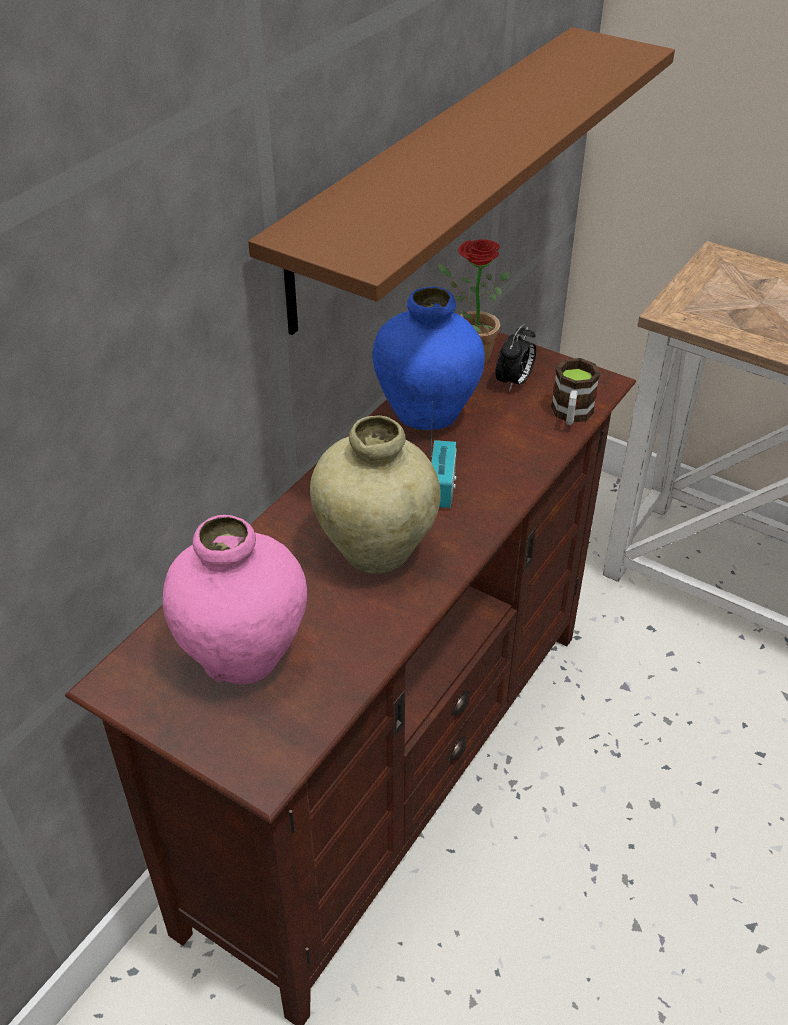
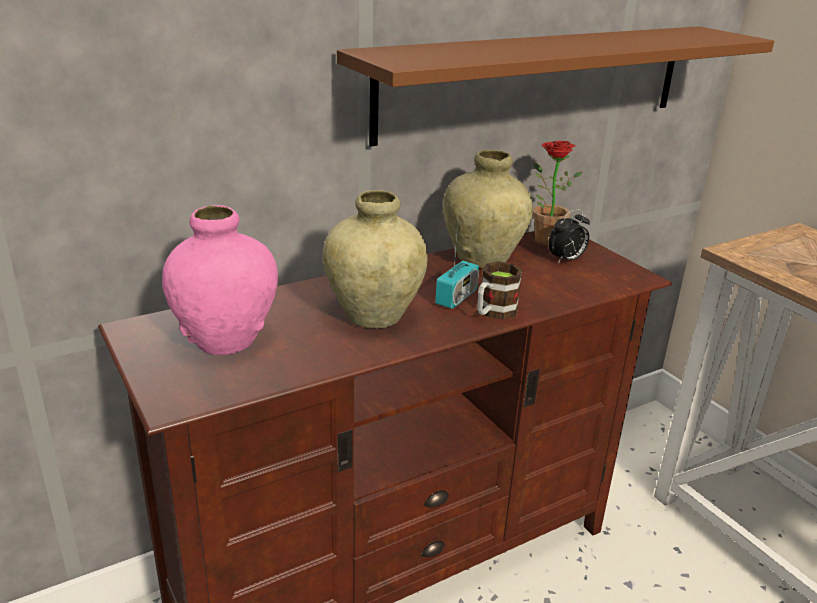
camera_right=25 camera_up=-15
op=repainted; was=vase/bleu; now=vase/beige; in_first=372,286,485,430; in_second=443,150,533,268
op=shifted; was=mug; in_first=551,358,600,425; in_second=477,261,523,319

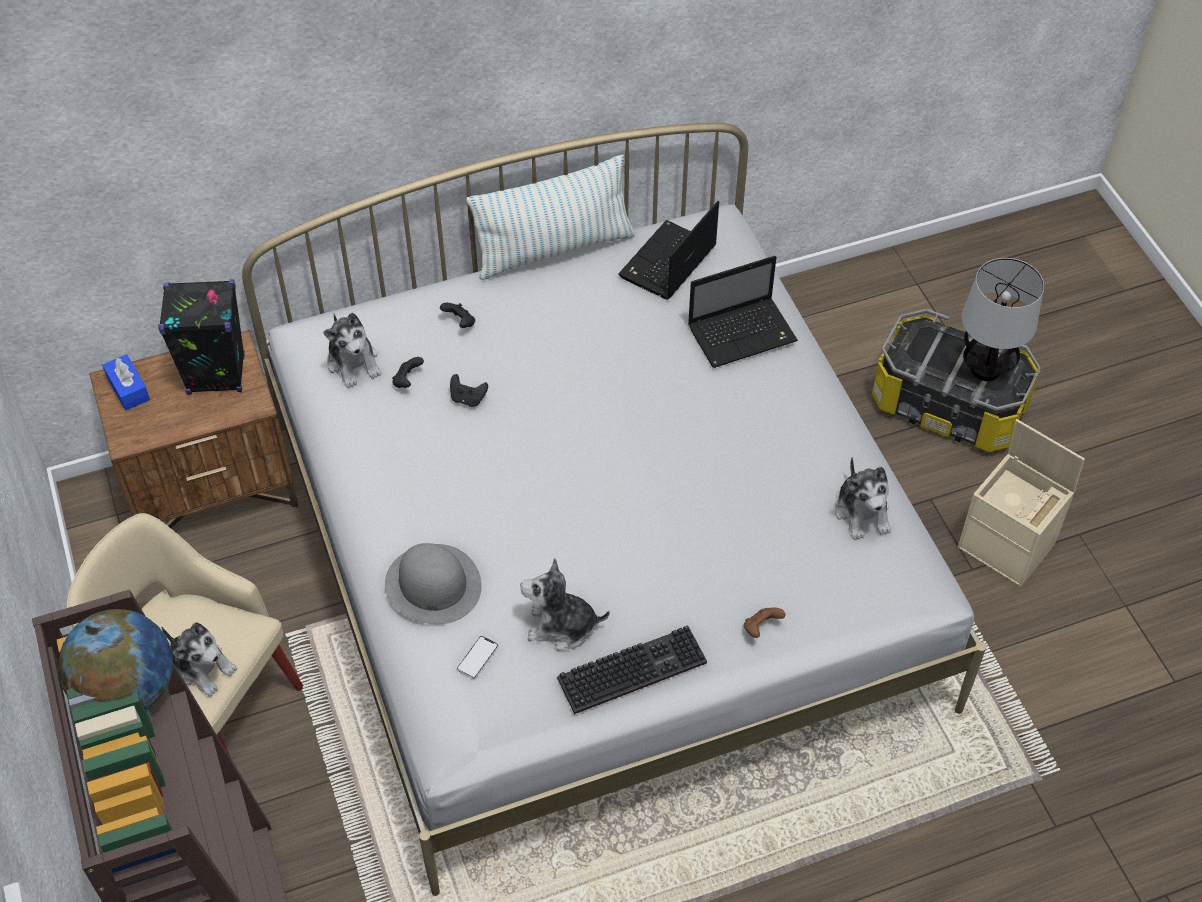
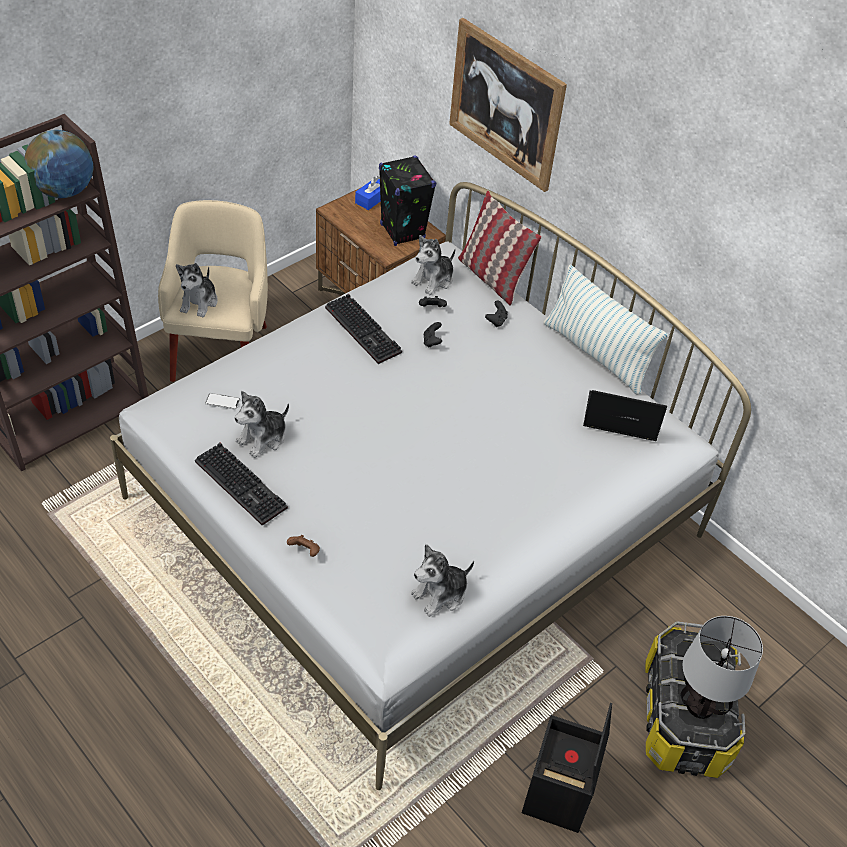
camera_right=65 camera_up=-5
op=rotated; was=peluche; in_first=521,558,610,651; in_second=235,391,289,458; clockwise=-120
op=new; now=clavier; in_second=325,294,402,364
op=new; now=tableau; in_second=449,18,567,192
op=new; now=coussin; in_second=458,191,542,305
op=repainted; was=boîte de rangement/beige; now=boîte de rangement/noir; in_first=958,419,1085,587; in_second=522,703,612,833
op=gone; was=chapeau/gris; in_first=385,543,482,624
op=gone; was=ordinateur portable; in_first=688,256,798,368

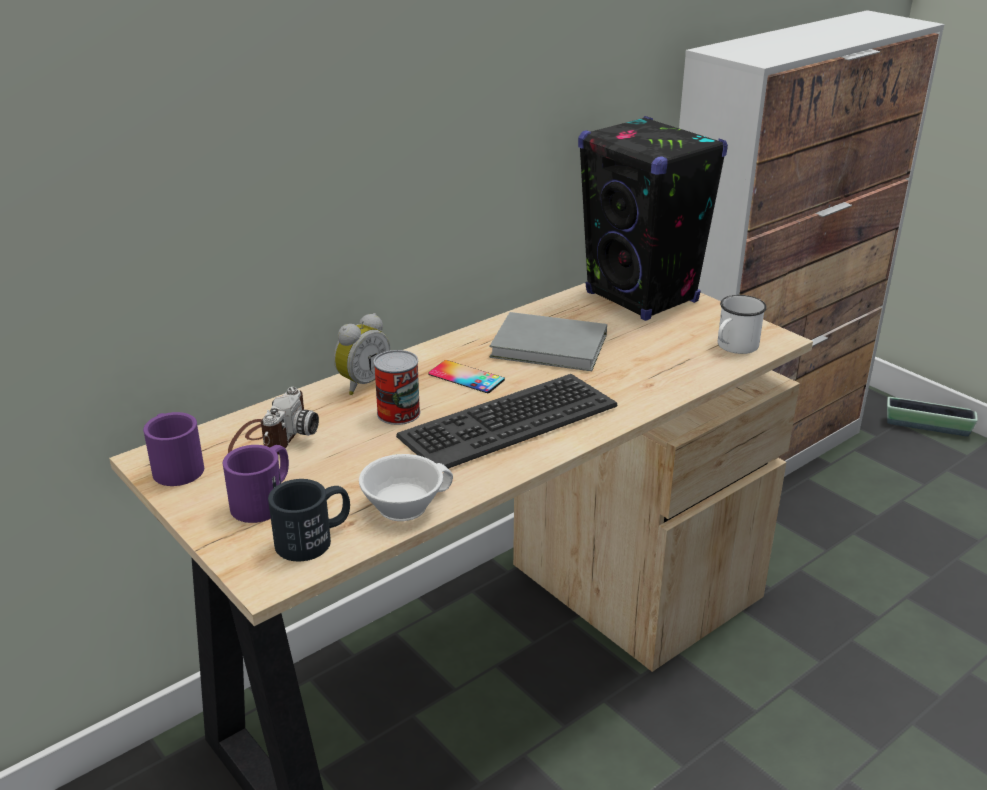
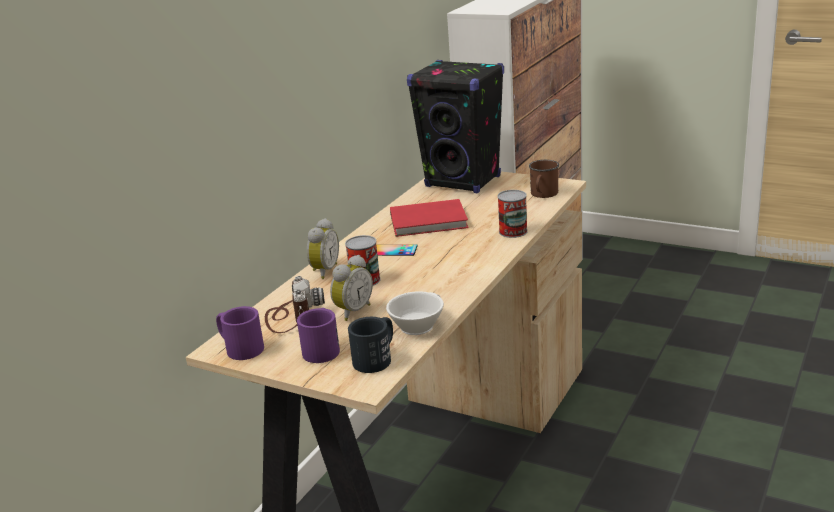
camera_right=-20 camera_up=-5
op=new; now=réveil; in_second=330,255,373,321
op=repainted; was=livre/gris; now=livre/rouge; in_first=489,312,607,371; in_second=390,199,468,237
op=new; now=boîte métallique; in_second=497,190,528,238
op=repainted; was=mug/blanc; now=mug/marron; in_first=718,295,767,354; in_second=529,160,559,198
op=gone; was=clavier; in_first=396,374,617,469
op=gone; was=cache-pot; in_first=887,397,978,436

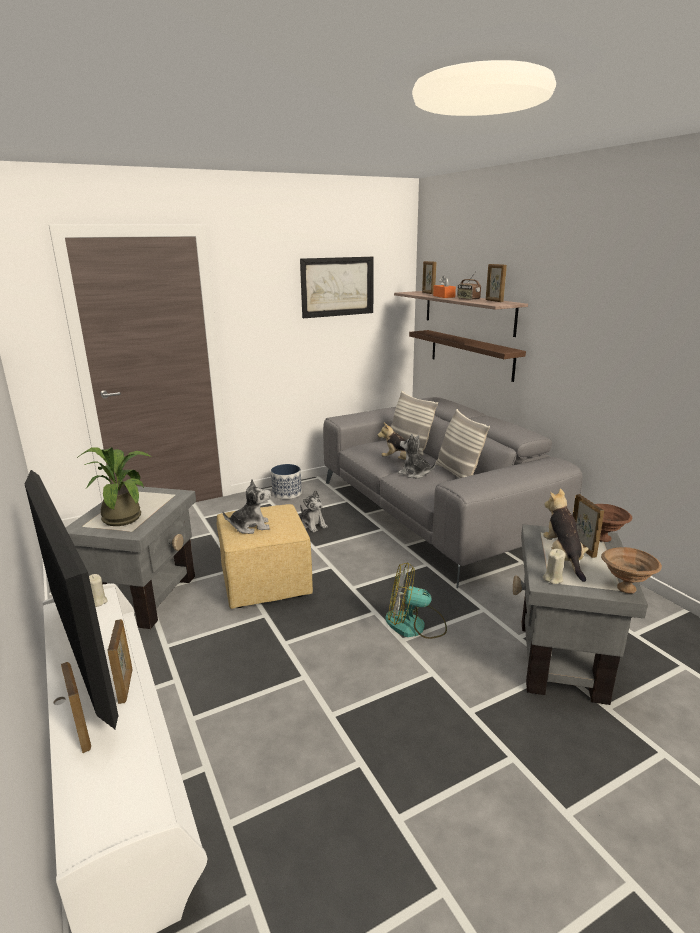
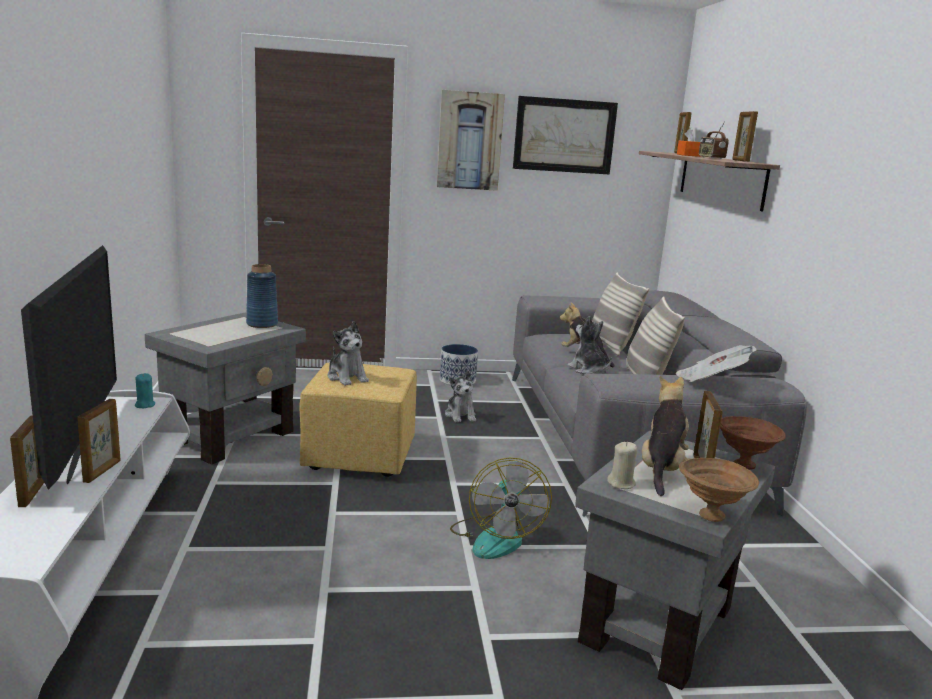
camera_right=20 camera_up=-5
op=repainted; was=bougie/beige; now=bougie/turquoise; in_first=89,574,108,607; in_second=135,373,155,409
op=new; now=vase/bleu; in_second=246,264,278,328
op=rotated; was=peluche; in_first=223,479,271,534; in_second=327,321,369,386; clockwise=45
op=new; now=tableau; in_second=437,90,505,191
op=rotated; was=ventilateur; in_first=385,562,447,639; in_second=450,458,552,559; clockwise=-120
op=new; now=journal; in_second=676,345,757,382
op=gone; was=plante en pot; in_first=77,447,152,526
op=gone; was=étagère/marron; in_first=409,330,526,382

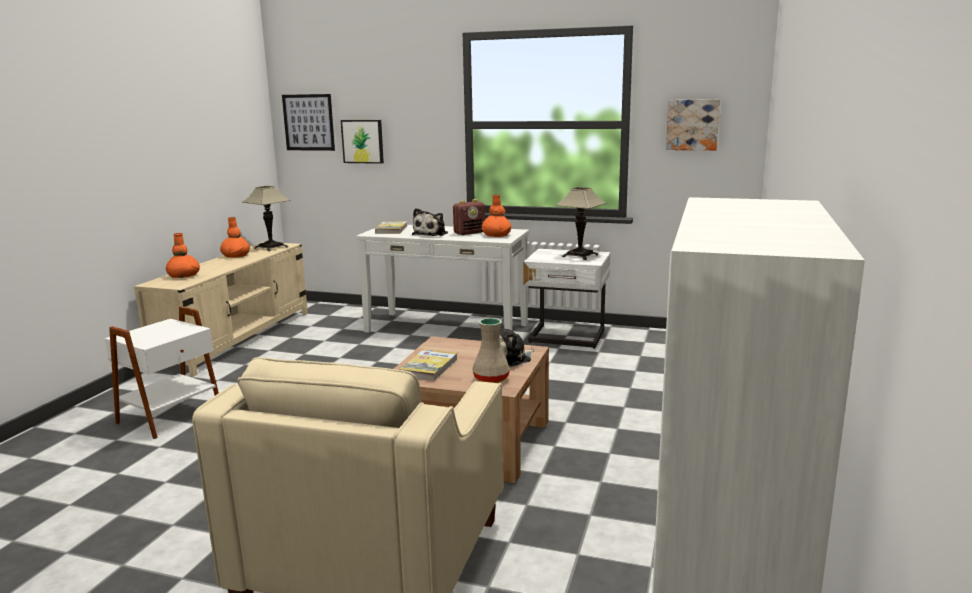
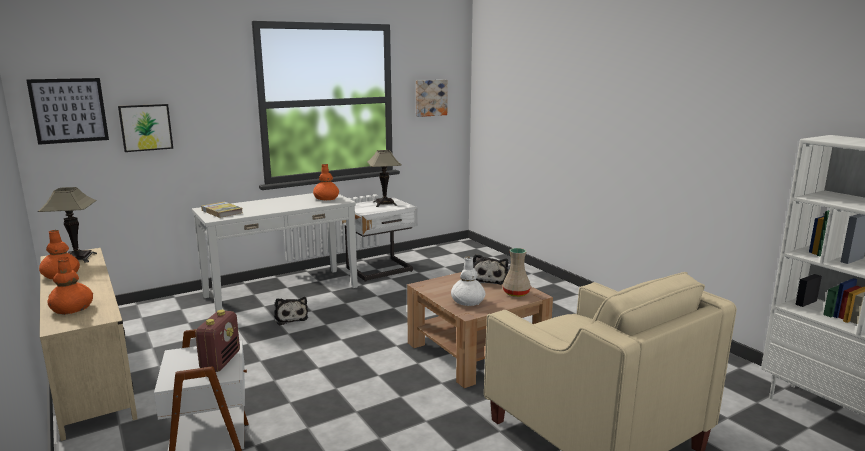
camera_right=-50 camera_up=0
op=shifted; was=radio; in_first=453,199,485,235; in_second=195,310,240,372
op=shifted; was=peluche; in_first=412,208,448,236; in_second=274,297,308,325
op=swapped; was=livre; now=vase/blanc; in_first=399,349,458,381; in_second=451,256,486,306

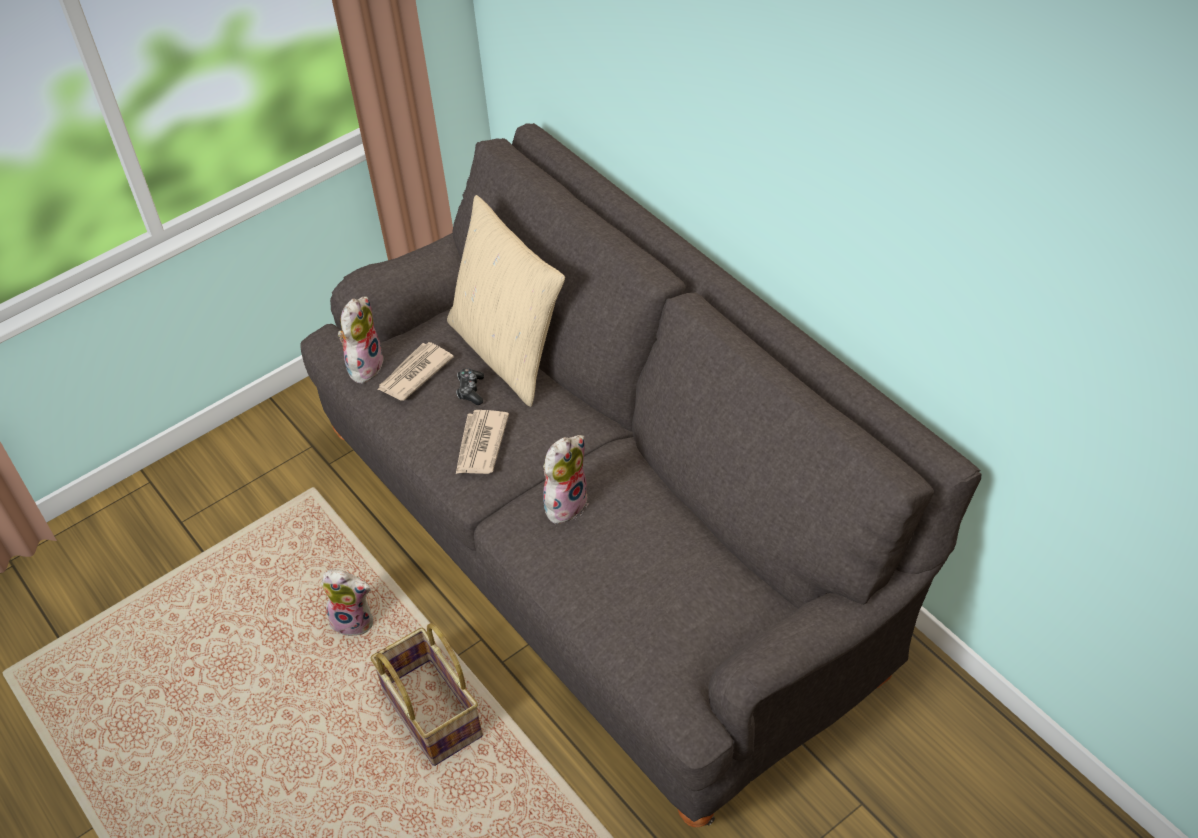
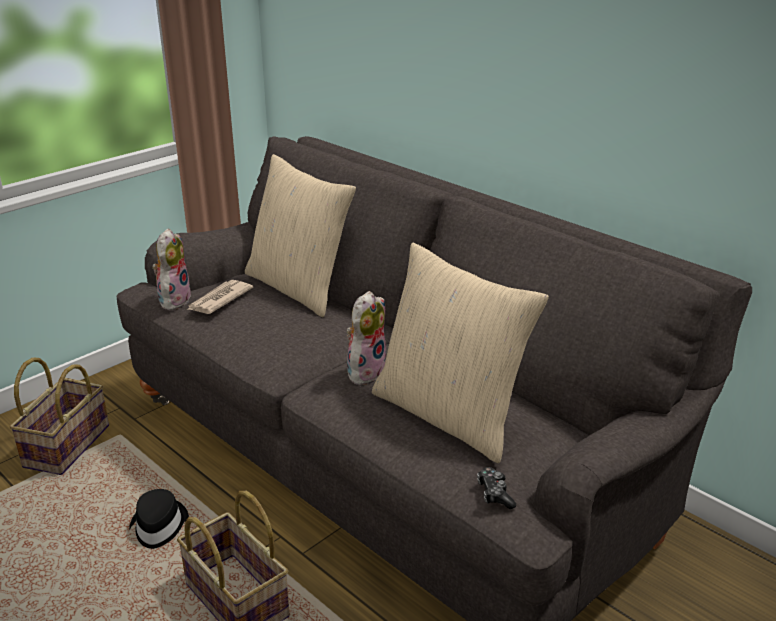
camera_right=-10 camera_up=-20
op=new; now=panier; in_second=10,357,109,475
op=swapped; was=peluche; now=chapeau/noir; in_first=321,569,373,635; in_second=129,489,189,549
op=new; now=coussin/beige; in_second=372,243,549,463
op=shifted; was=manette; in_first=456,368,484,405; in_second=477,467,516,509
op=gone; was=journal; in_first=456,410,509,474

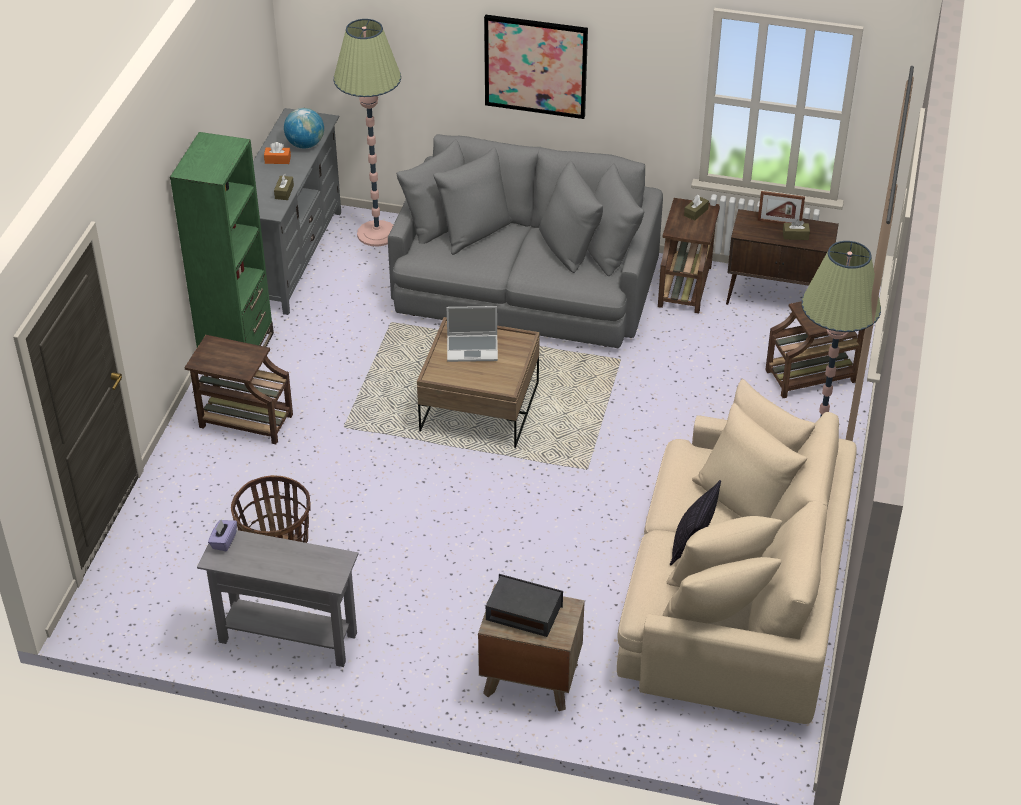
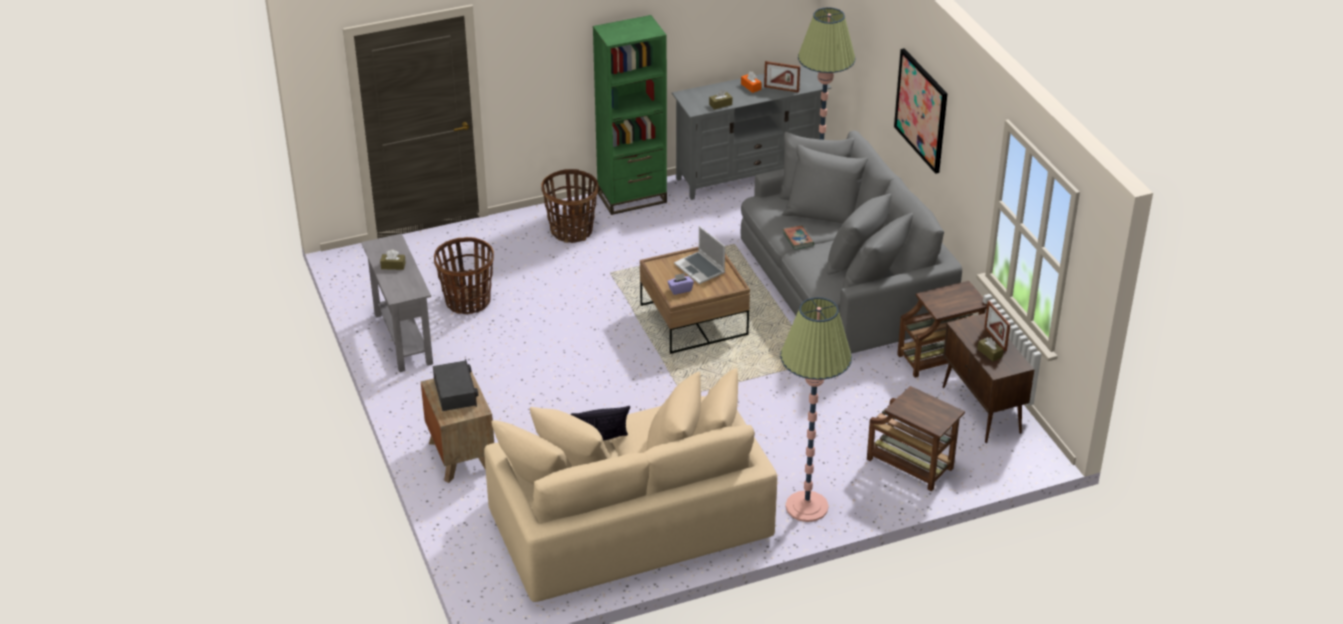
camera_right=55 camera_up=-5
op=shifted; was=boîte à mouchoirs/marron; in_first=684,195,709,221; in_second=380,250,406,270
op=swapped; was=table d'appoint/marron; now=panier; in_first=184,335,293,444; in_second=541,169,598,243
op=shifted; was=boîte à mouchoirs/violet; in_first=208,520,237,551; in_second=667,273,694,295
op=swapped; was=globe; now=cadre photo; in_first=284,108,324,149; in_second=764,61,800,93
op=new; now=livre; in_second=783,225,814,250

